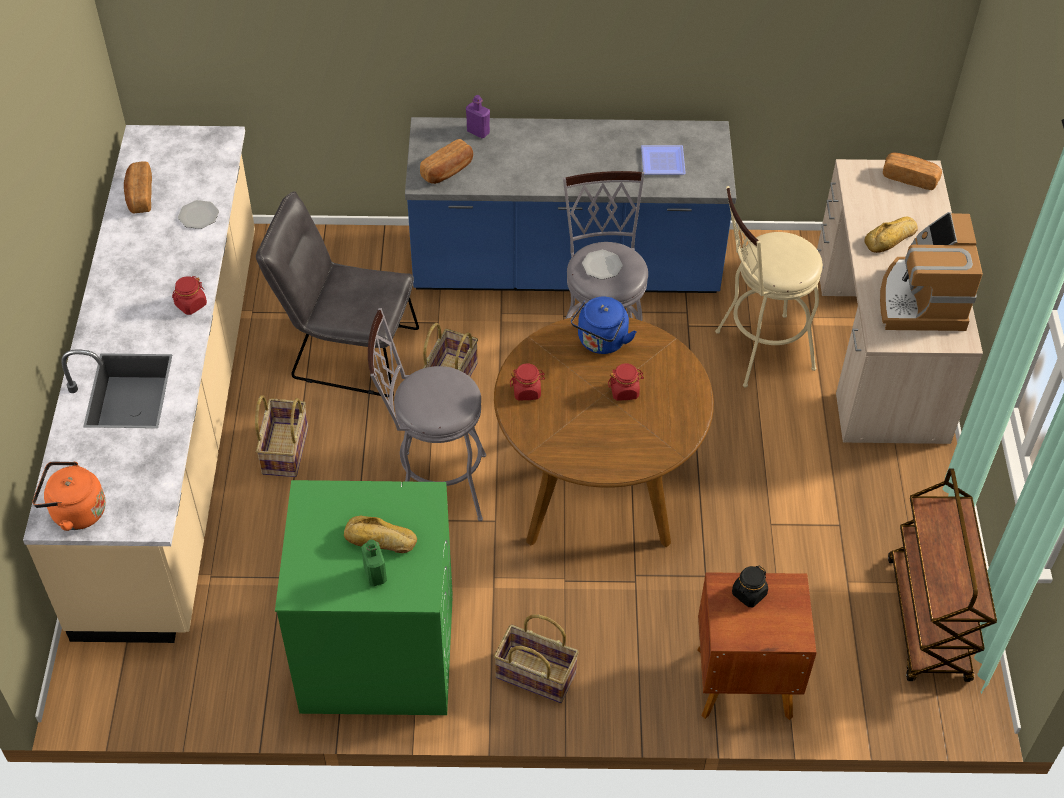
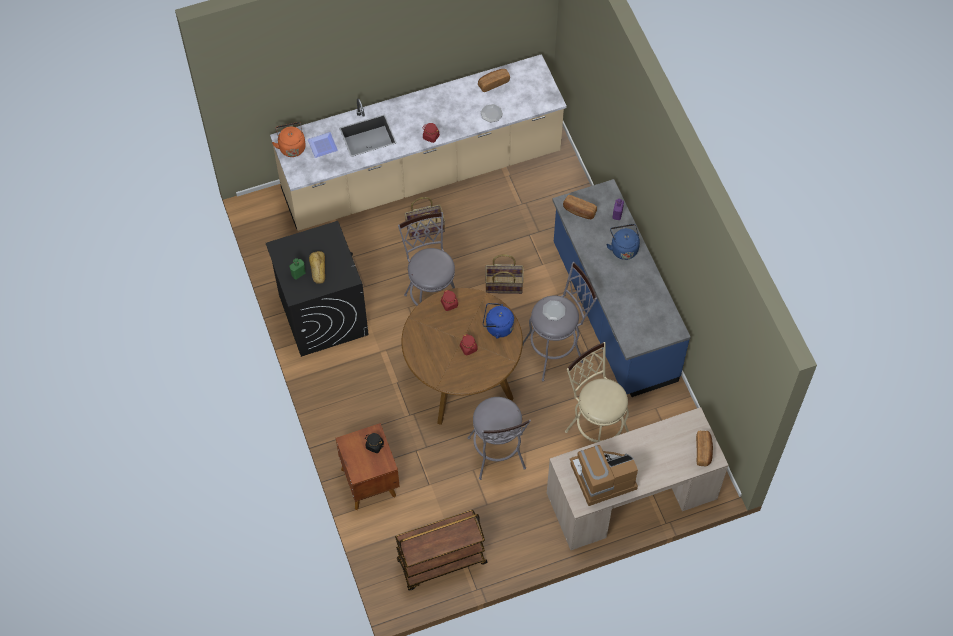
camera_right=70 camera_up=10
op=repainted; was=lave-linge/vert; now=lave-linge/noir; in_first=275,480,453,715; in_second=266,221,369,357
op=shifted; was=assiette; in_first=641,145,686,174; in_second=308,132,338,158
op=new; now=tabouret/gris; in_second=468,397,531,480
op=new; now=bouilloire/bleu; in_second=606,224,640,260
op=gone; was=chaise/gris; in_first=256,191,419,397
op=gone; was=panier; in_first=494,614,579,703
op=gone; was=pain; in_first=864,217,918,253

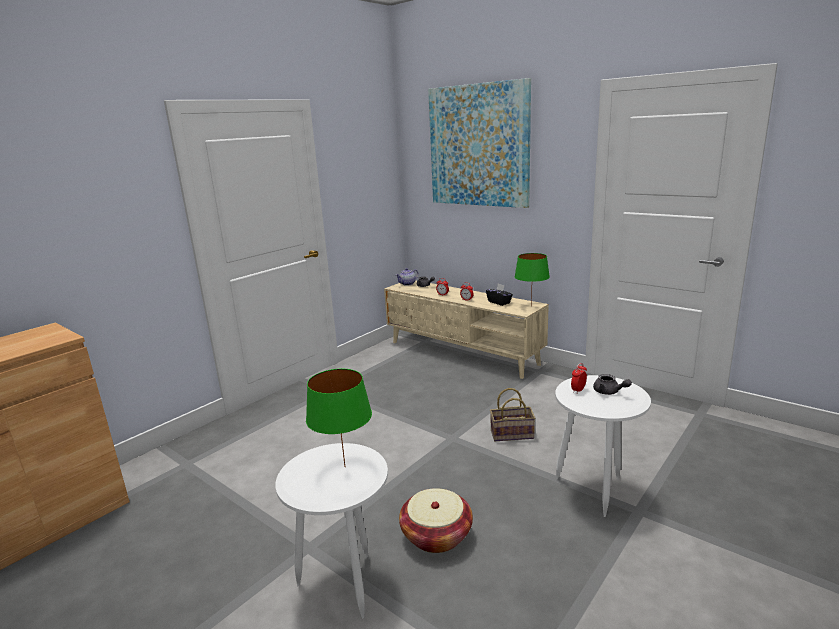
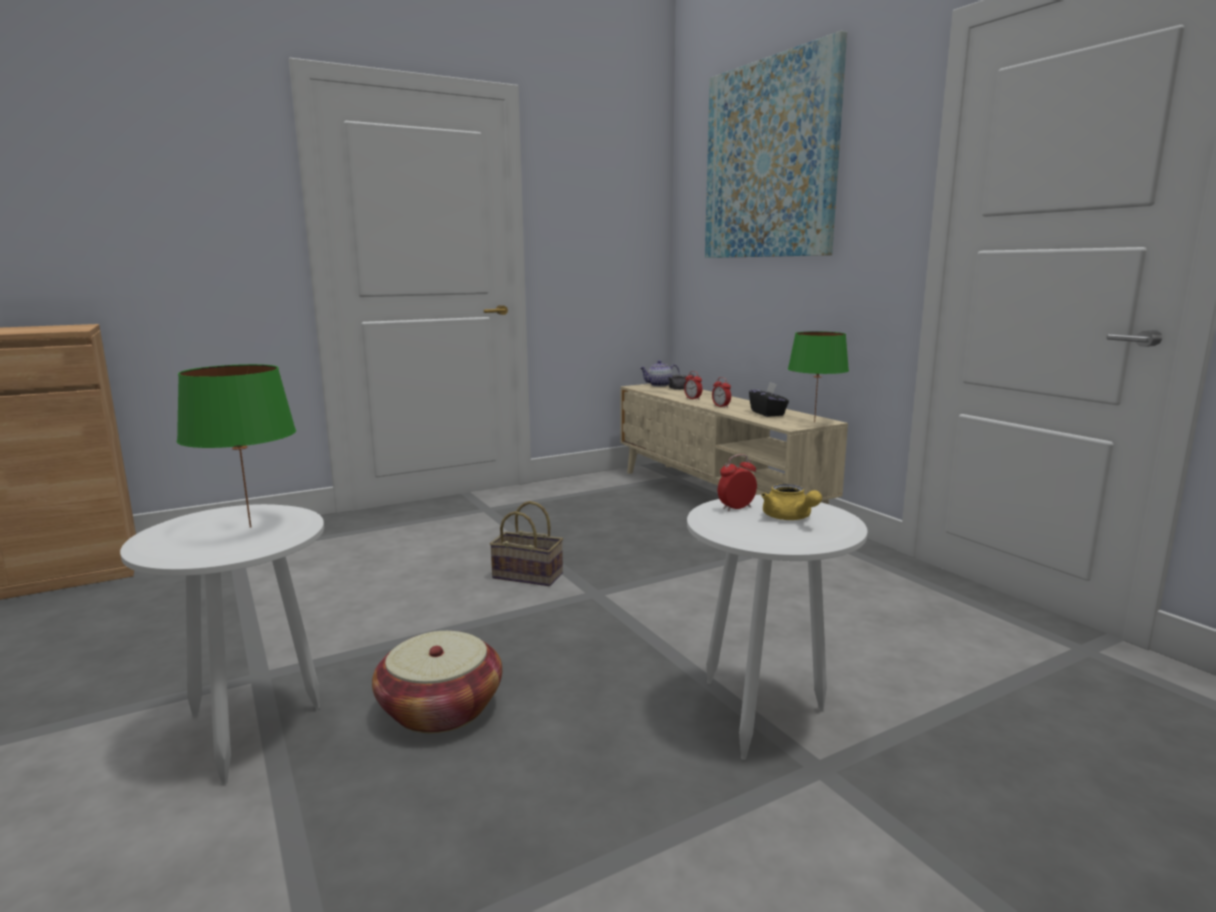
camera_right=20 camera_up=-5
op=shifted; was=panier; in_first=490,388,535,441; in_second=490,501,563,586
op=repainted; was=théière/gris; now=théière/jaune; in_first=593,374,632,395; in_second=761,484,822,520

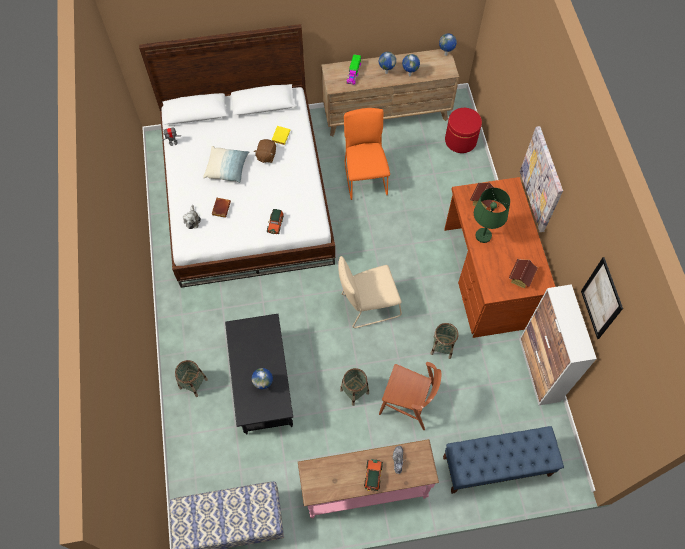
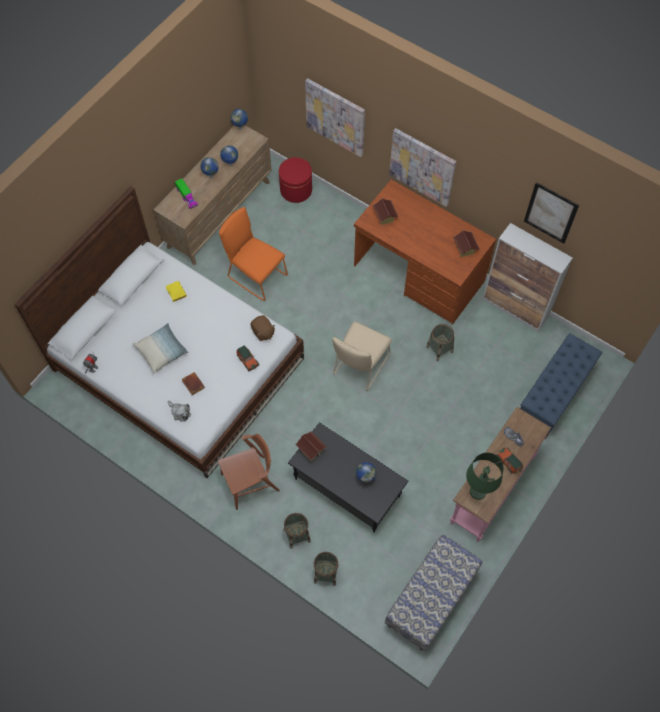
camera_right=-45 camera_up=0
op=shifted; was=chaise/marron; in_first=379,362,441,430; in_second=218,434,280,510
op=shifted; was=peluche/marron; in_first=254,139,276,163; in_second=250,315,275,341
op=new; now=maison miniature; in_second=295,431,326,461
op=new; now=tableau; in_second=305,78,365,157
op=shifted; was=panier; in_first=340,368,369,406; in_second=314,552,338,586
op=shifted; was=lampe de table/vert; in_first=474,188,510,243; in_second=466,453,504,500

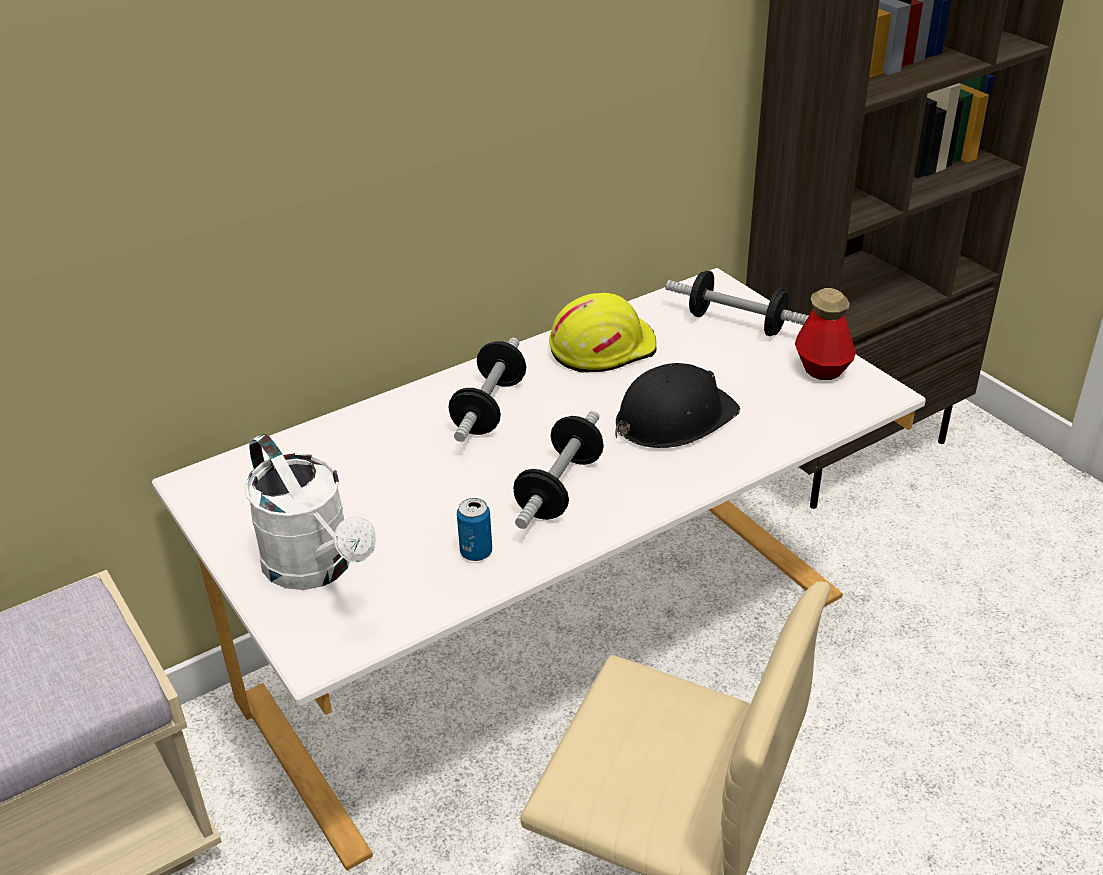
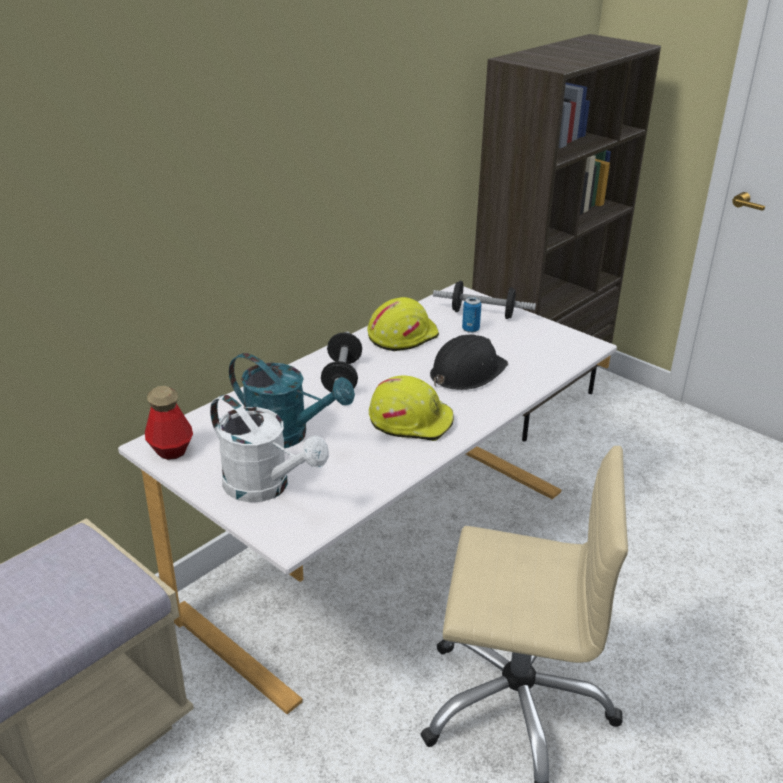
camera_right=-15 camera_up=-5
op=shifted; was=bouteille; in_first=795,288,856,380; in_second=145,386,193,460
op=new; now=arrosoir/turquoise; in_second=229,353,355,448
op=swapped; was=haltère; now=casque de chantier/jaune; in_first=513,411,604,529; in_second=369,376,454,441
op=shifted; was=boîte métallique; in_first=457,498,492,561; in_second=462,297,482,333

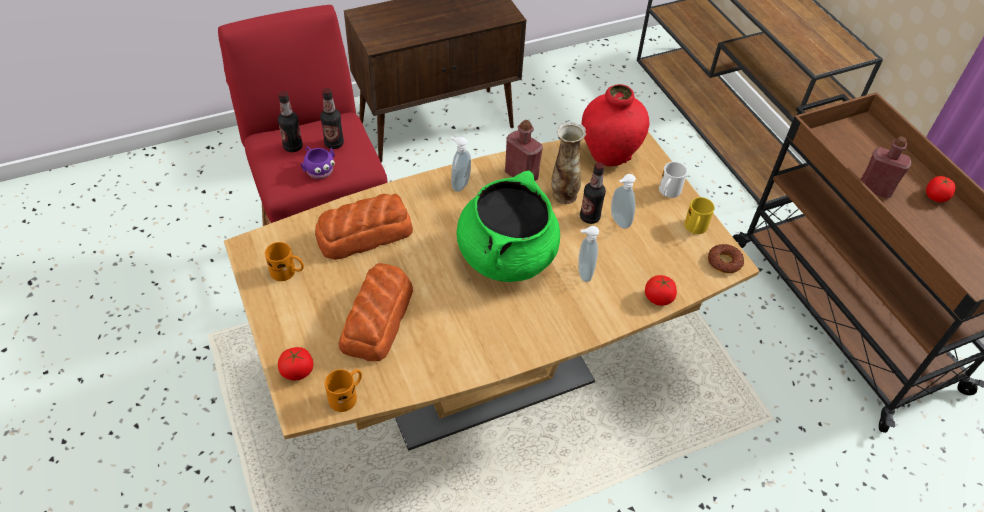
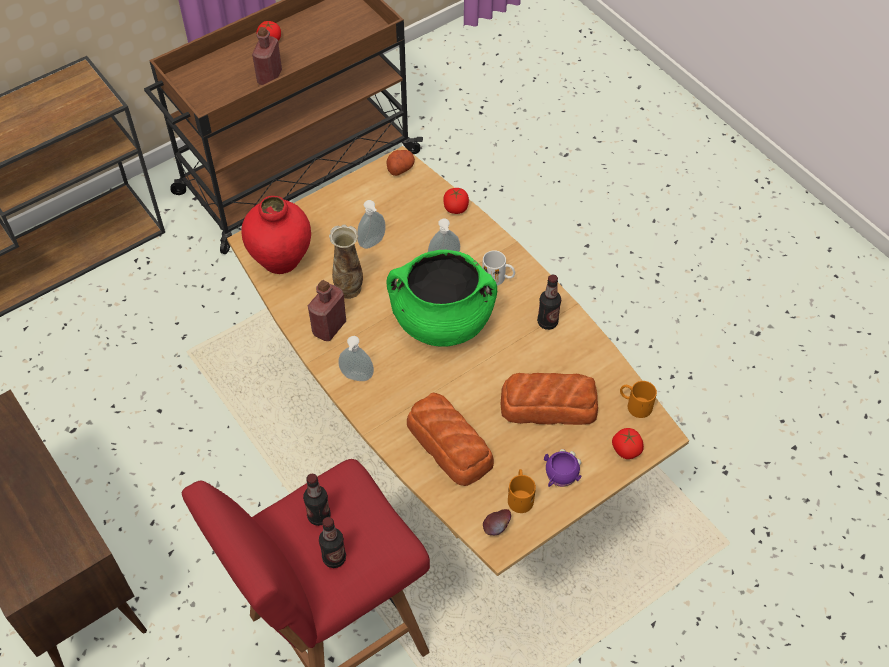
camera_right=-100 camera_up=5
op=swapped; was=beignet; now=pomme de terre; in_first=708,244,744,273; in_second=386,150,415,176
op=shifted; was=mug/blanc; in_first=659,162,687,198; in_second=482,250,515,286
op=new; now=pomme; in_second=483,509,511,535
op=shifted; was=bouteille; in_first=580,162,606,224; in_second=537,274,561,330
op=shifted; was=mug/violet; in_first=301,146,335,179; in_second=544,449,581,487
op=gone; was=mug/jaune; in_first=684,197,715,234

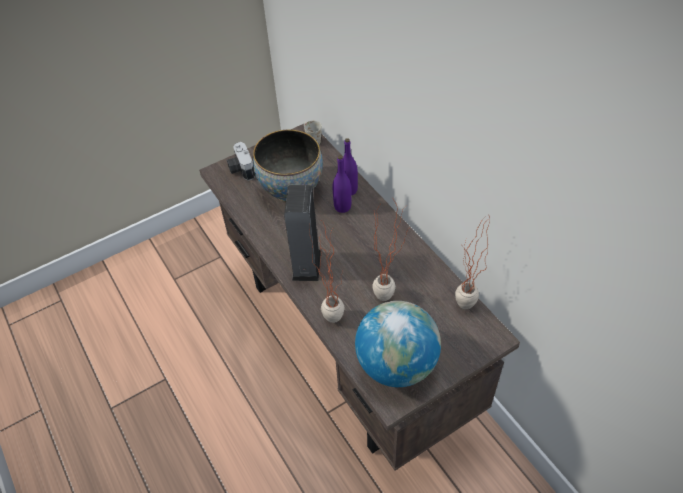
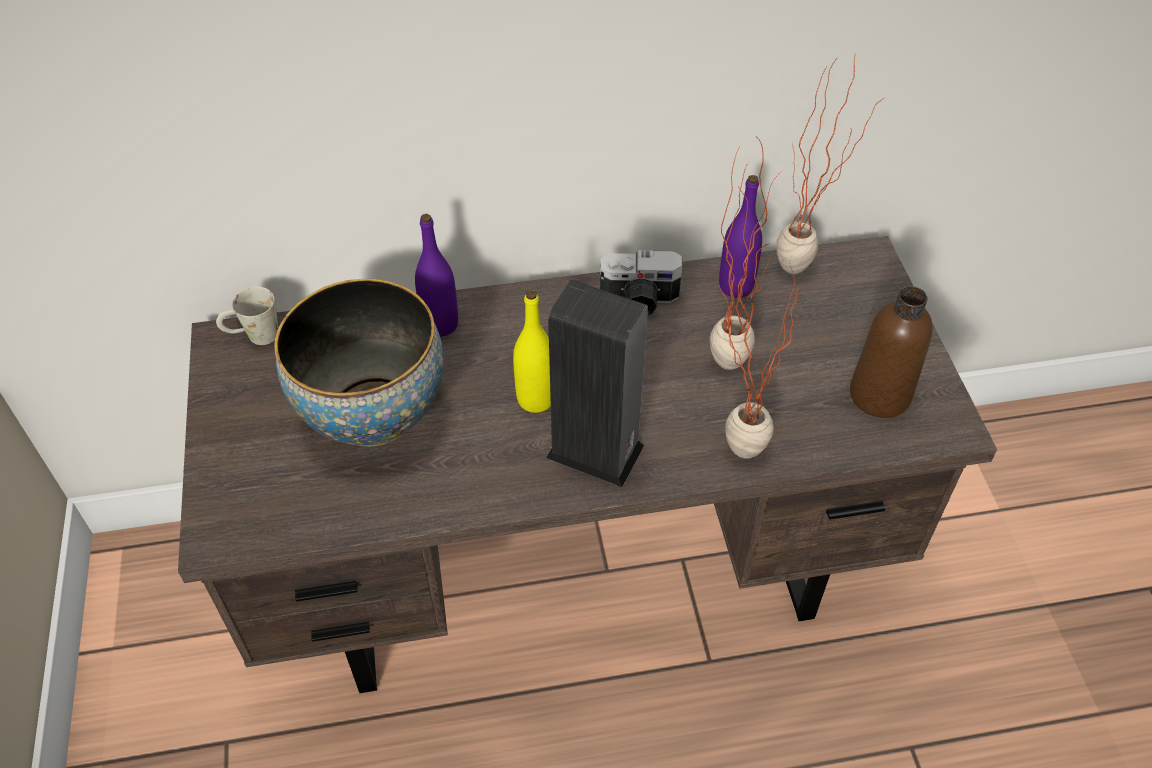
camera_right=-70 camera_up=0
op=new; now=bouteille/jaune; in_second=513,290,551,413
op=shifted; was=appareil photo; in_first=227,142,256,181; in_second=600,250,682,315
op=shifted; was=bouteille/violet; in_first=333,155,351,213; in_second=719,175,762,298
op=swapped; was=globe; now=bouteille/marron; in_first=355,301,441,387; in_second=850,286,933,418

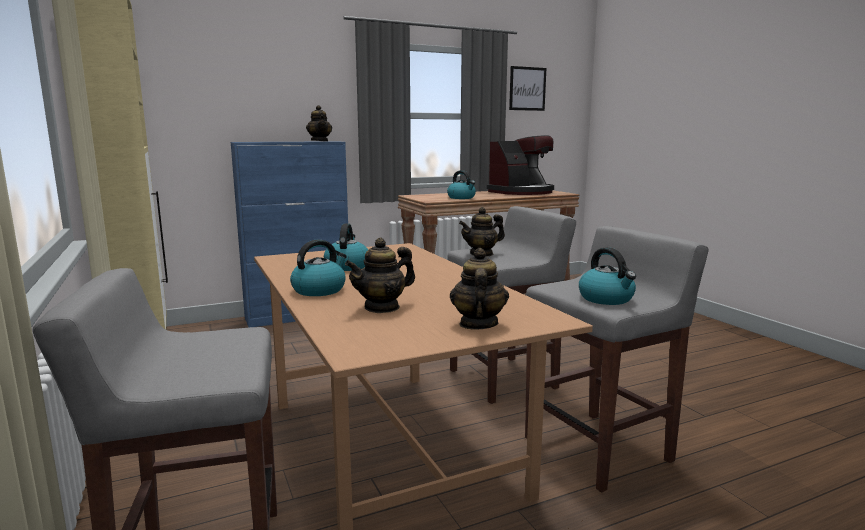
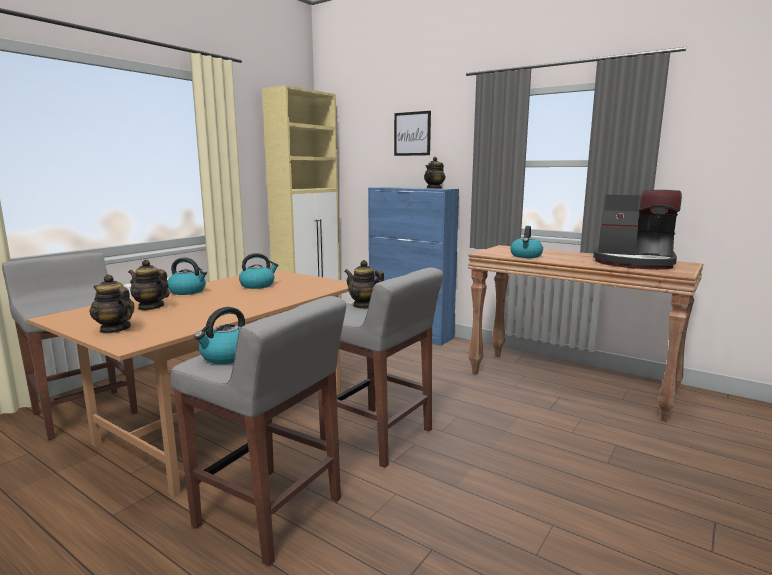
camera_right=60 camera_up=0
op=rotated; was=théière; in_first=450,248,509,330; in_second=90,274,134,334; clockwise=-120
op=shifted; was=tableau; in_first=509,66,546,111; in_second=394,111,431,156

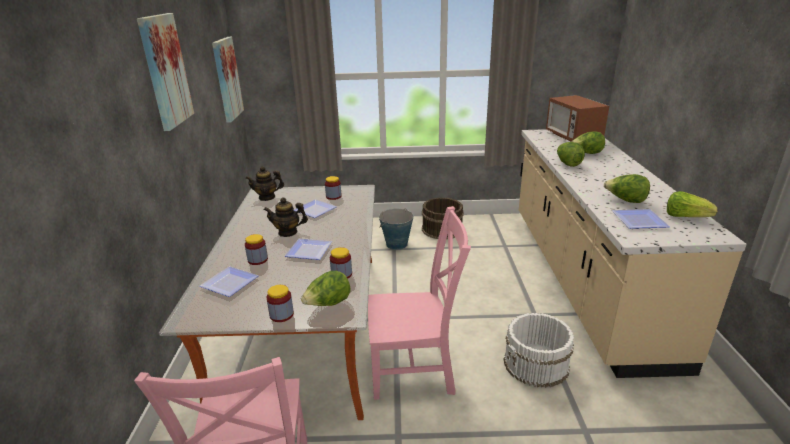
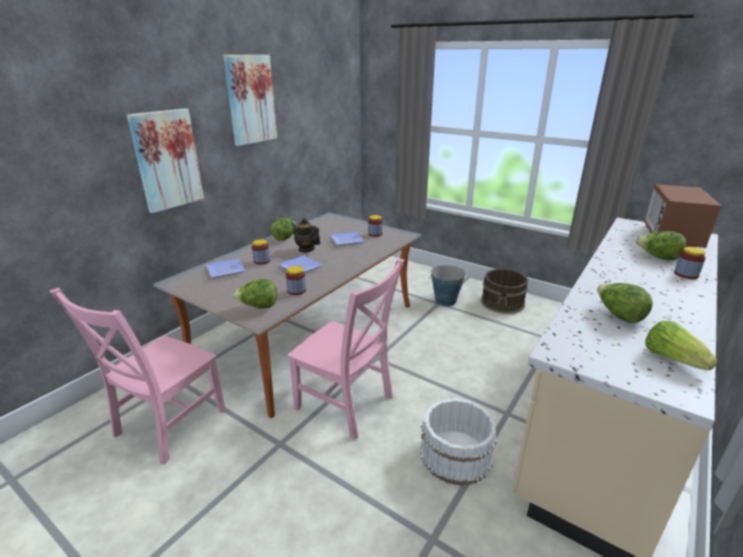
camera_right=35 camera_up=0
op=shifted; was=tableau; in_first=212,37,244,123; in_second=127,108,204,213
op=shifted; was=laitue; in_first=557,142,585,167; in_second=270,218,296,241
op=shifted; was=bocal; in_first=266,285,294,322; in_second=674,247,706,279
op=gone; was=théière; in_first=245,166,284,201
op=gone; was=assiette; in_first=612,209,670,229

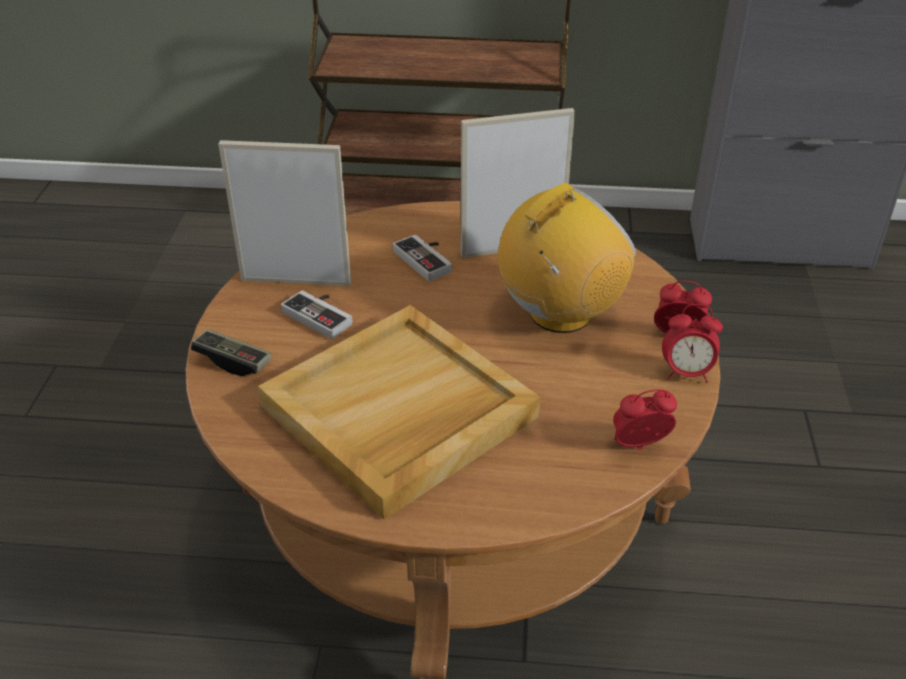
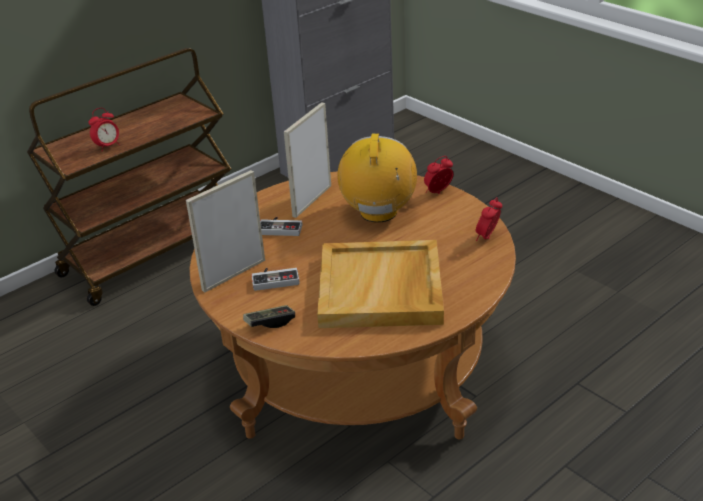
camera_right=-45 camera_up=-5
op=shifted; was=réveil; in_first=662,304,723,383; in_second=88,108,120,152

